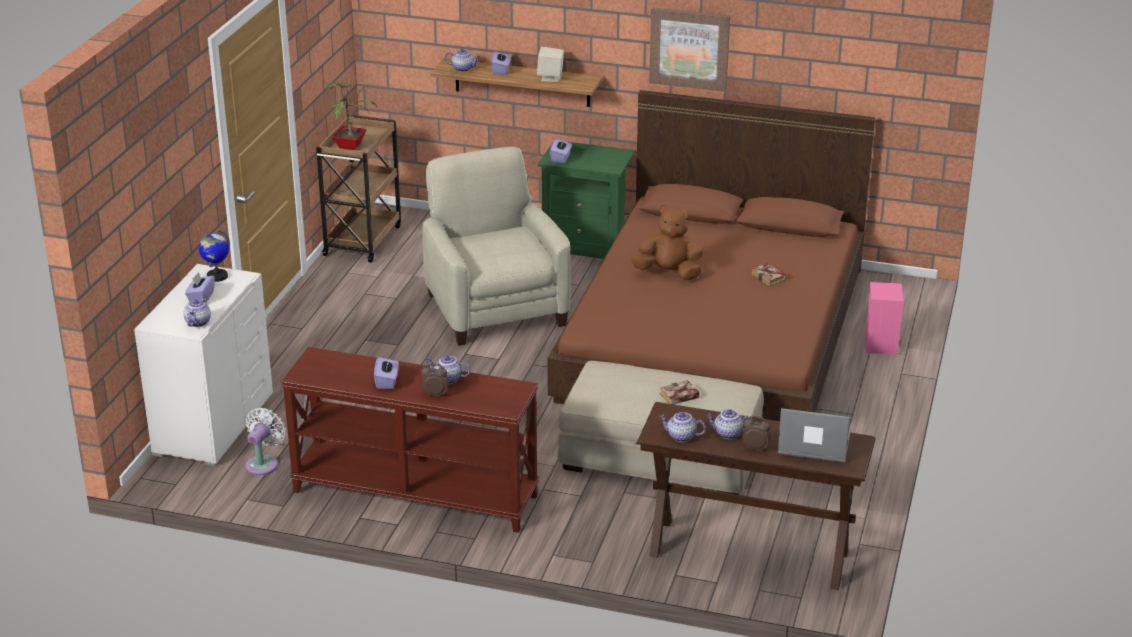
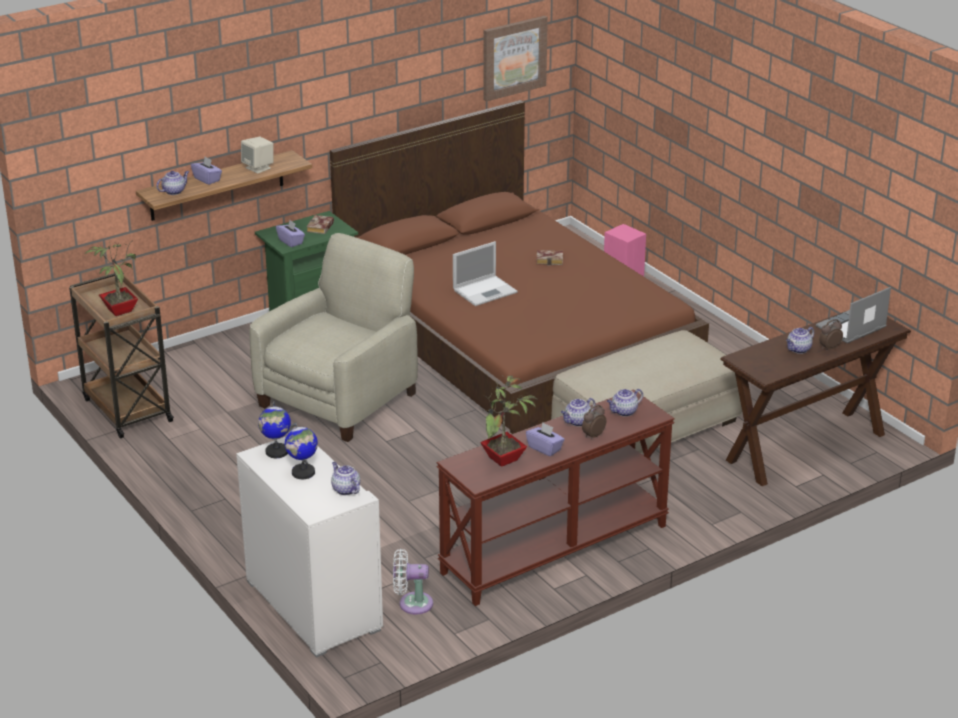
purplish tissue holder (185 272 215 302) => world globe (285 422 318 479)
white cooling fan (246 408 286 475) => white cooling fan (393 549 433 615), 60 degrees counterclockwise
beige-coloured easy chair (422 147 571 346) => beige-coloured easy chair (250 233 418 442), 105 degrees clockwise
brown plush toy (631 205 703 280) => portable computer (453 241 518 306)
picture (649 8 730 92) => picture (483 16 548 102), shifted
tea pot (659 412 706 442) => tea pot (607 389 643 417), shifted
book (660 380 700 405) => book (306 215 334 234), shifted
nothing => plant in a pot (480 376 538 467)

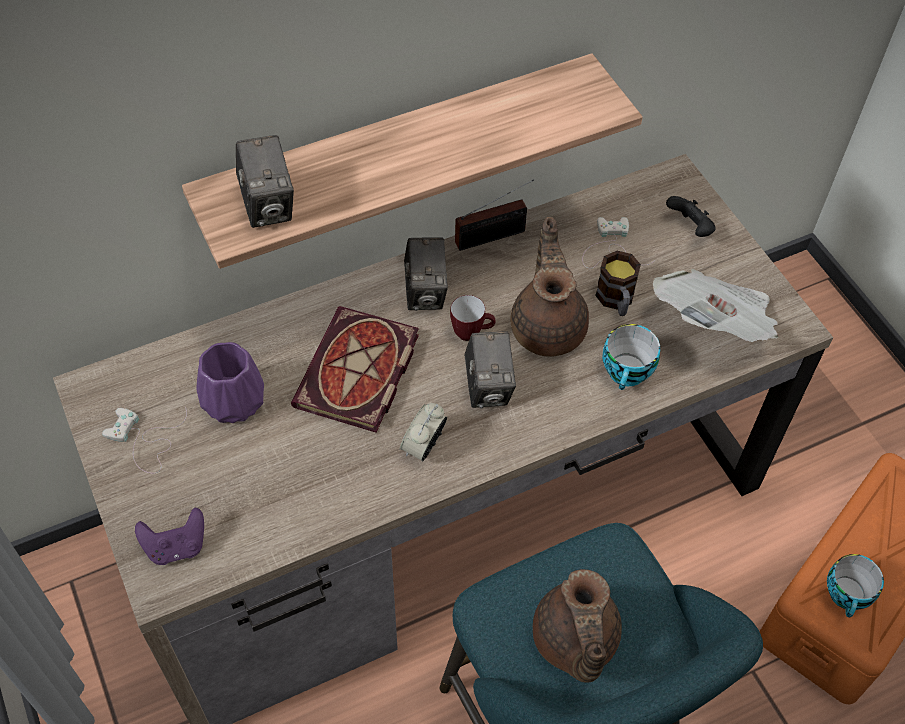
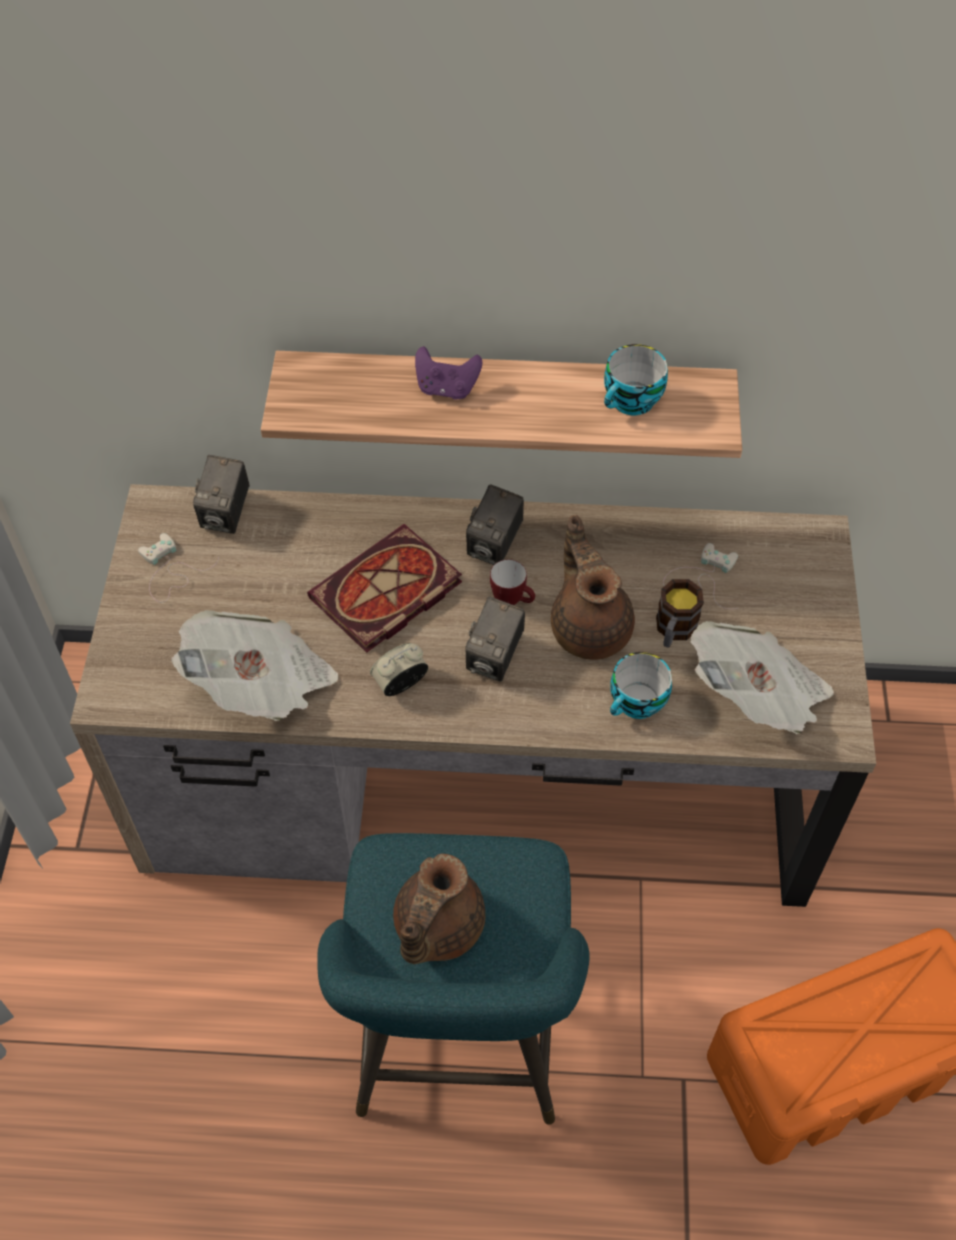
purplish joypad (135 508 204 565) => purplish joypad (415 346 482 399), shifted
purplish decorative vase (196 342 264 423) => nothing
photo camera (236 135 294 228) => photo camera (193 455 250 534), shifted
radio receiver (455 179 534 251) => nothing
brown tea pot (510 217 589 357) => brown tea pot (551 515 635 660), 45 degrees counterclockwise
black joypad (666 196 716 237) => nothing
small cup (827 554 884 618) => small cup (604 344 668 415), shifted
nothing => newspaper (171 610 338 721)

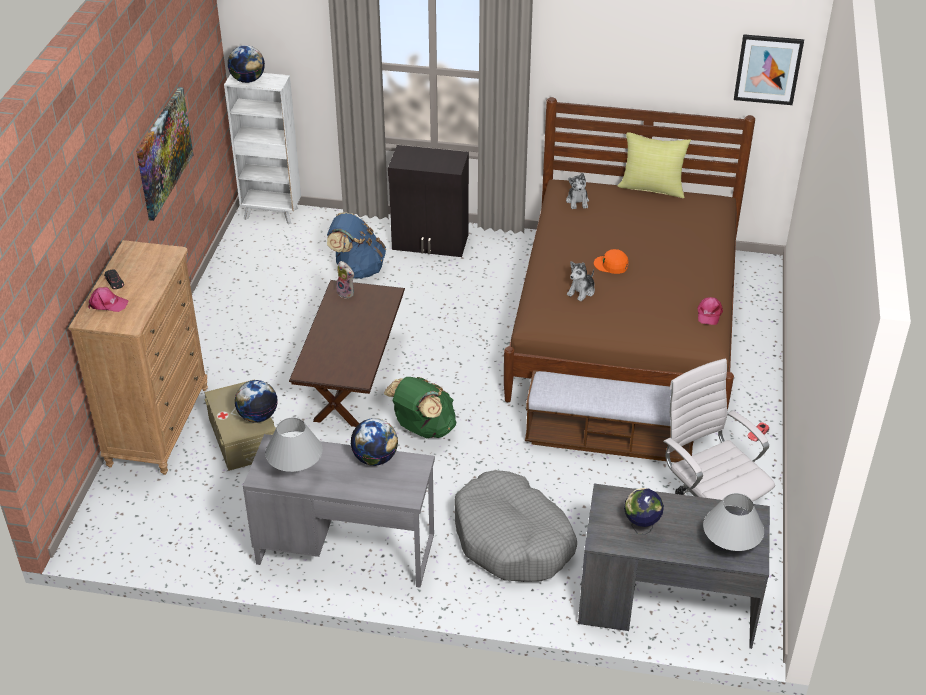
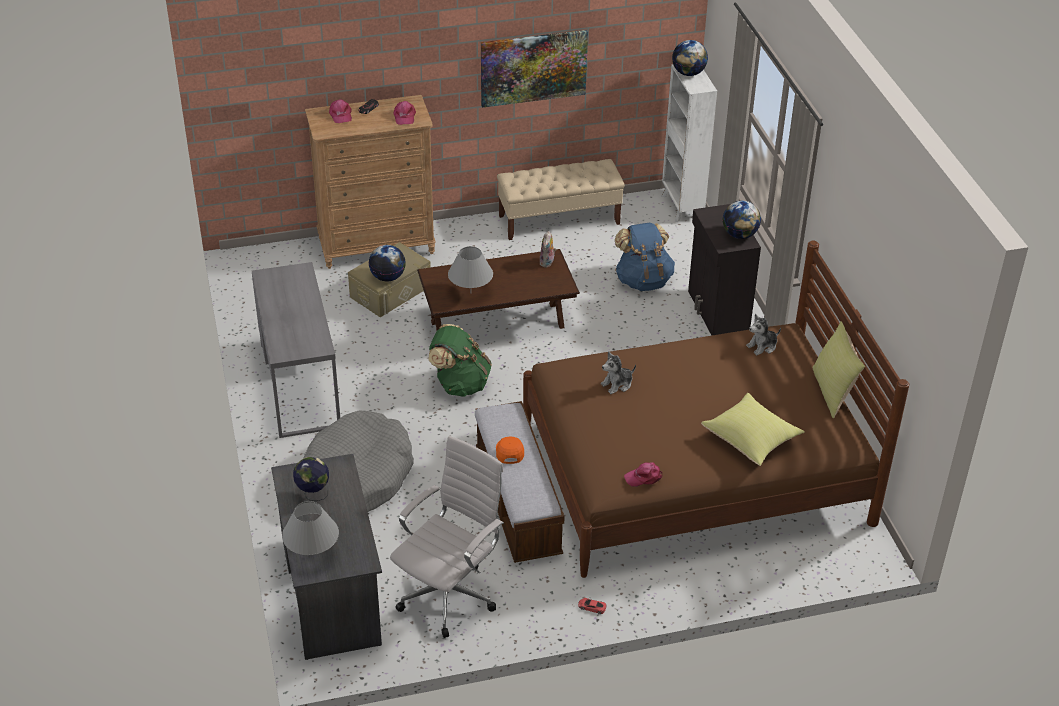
greyish lamp for a table (265 418 323 473) => greyish lamp for a table (448 246 493 293), shifted
world globe (350 418 398 466) => world globe (723 201 761 239), shifted
plush toy (567 261 595 302) => plush toy (601 351 636 394), 45 degrees counterclockwise
orange-coloured baseball cap (594 249 628 274) => orange-coloured baseball cap (496 436 524 464), shifted
picture (734 34 804 105) => nothing
nothing => pink-coloured baseball cap (393 101 416 125)
nothing => beige-coloured bench (497 159 625 240)
nothing => yellowish throw pillow (701 393 805 466)

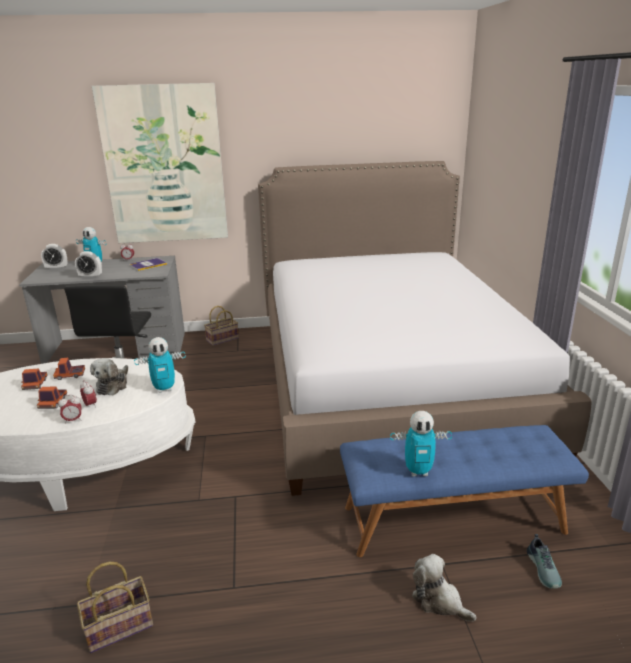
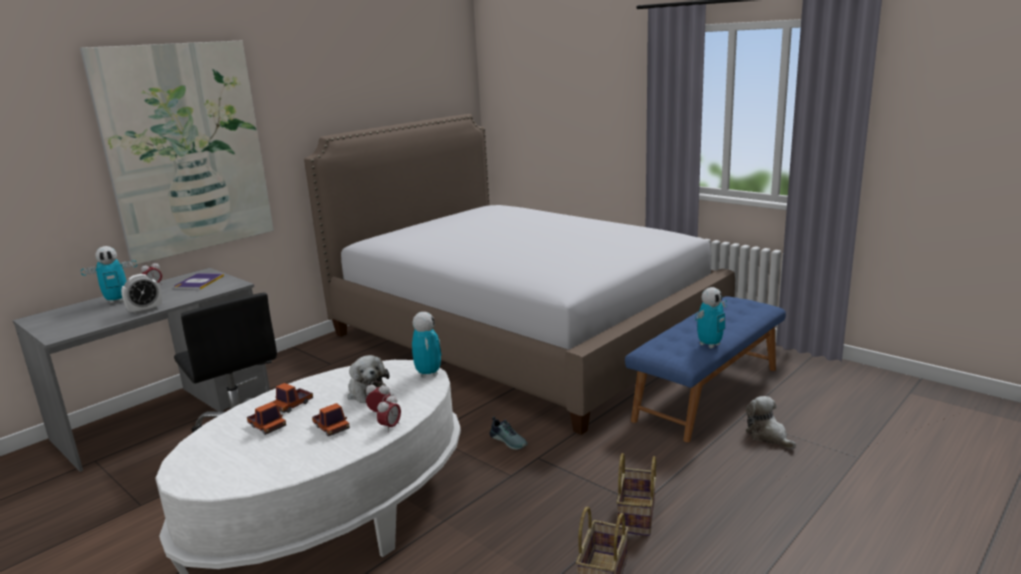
bedside clock (41 244 67 270) => nothing
toy robot (134 337 186 393) => toy robot (412 312 442 378), 45 degrees counterclockwise
household basket (204 306 239 346) => household basket (616 453 656 536), shifted
plush toy (412 554 477 621) => plush toy (746 396 796 449), 60 degrees clockwise
low shoe (527 534 562 589) => low shoe (490 417 528 450), shifted

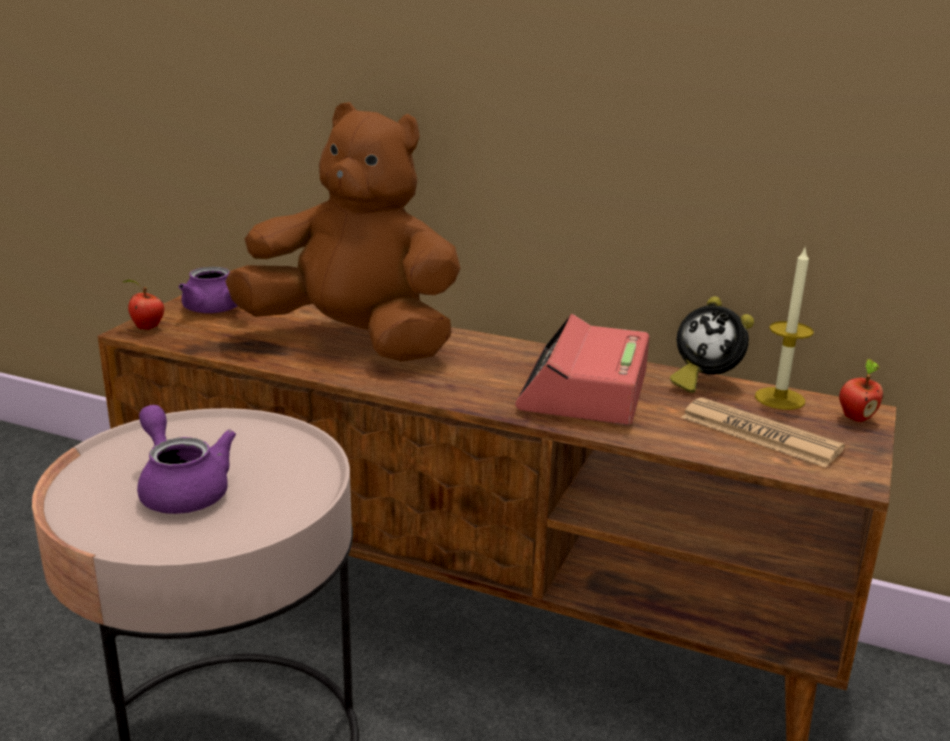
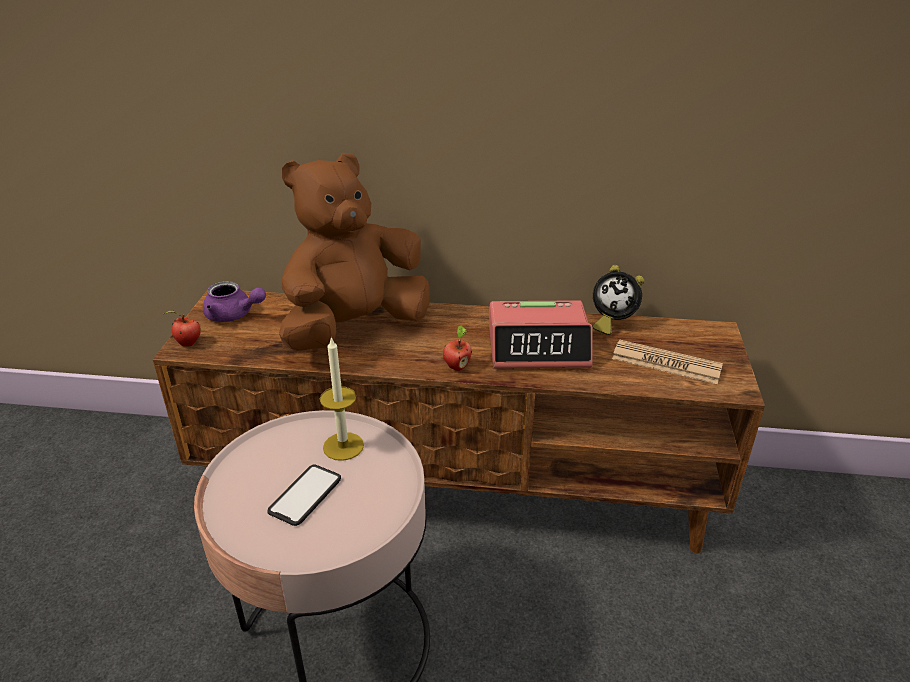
purplish tea pot (137 405 236 514) => phone (267 464 341 526)
brown plush toy (225 102 460 362) => brown plush toy (279 153 430 351), 45 degrees counterclockwise
bedside clock (515 314 649 425) => bedside clock (489 300 592 369), 90 degrees counterclockwise
wax light (755 246 814 410) => wax light (320 336 364 461), shifted
apple (839 359 883 422) => apple (443 325 472 371), shifted

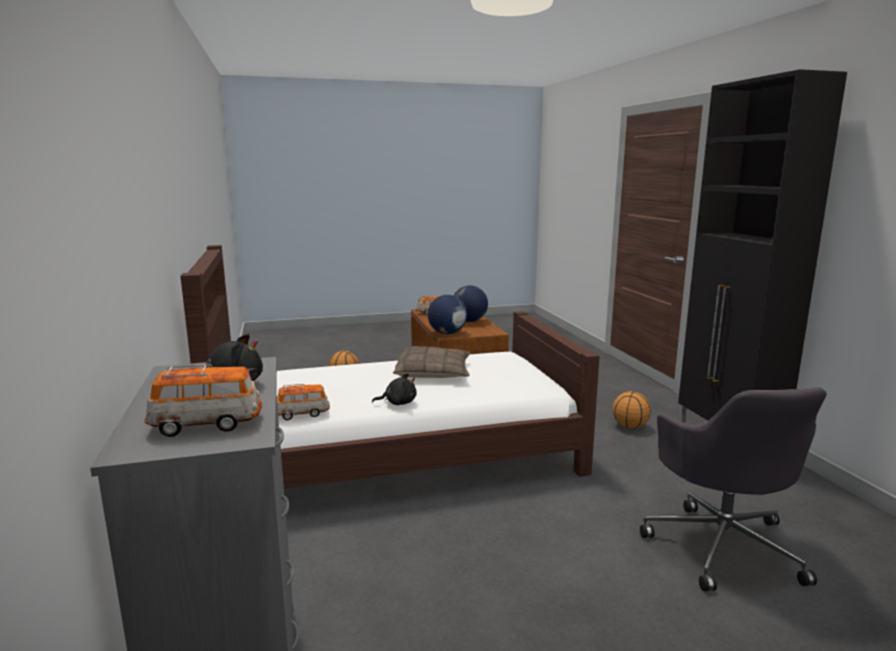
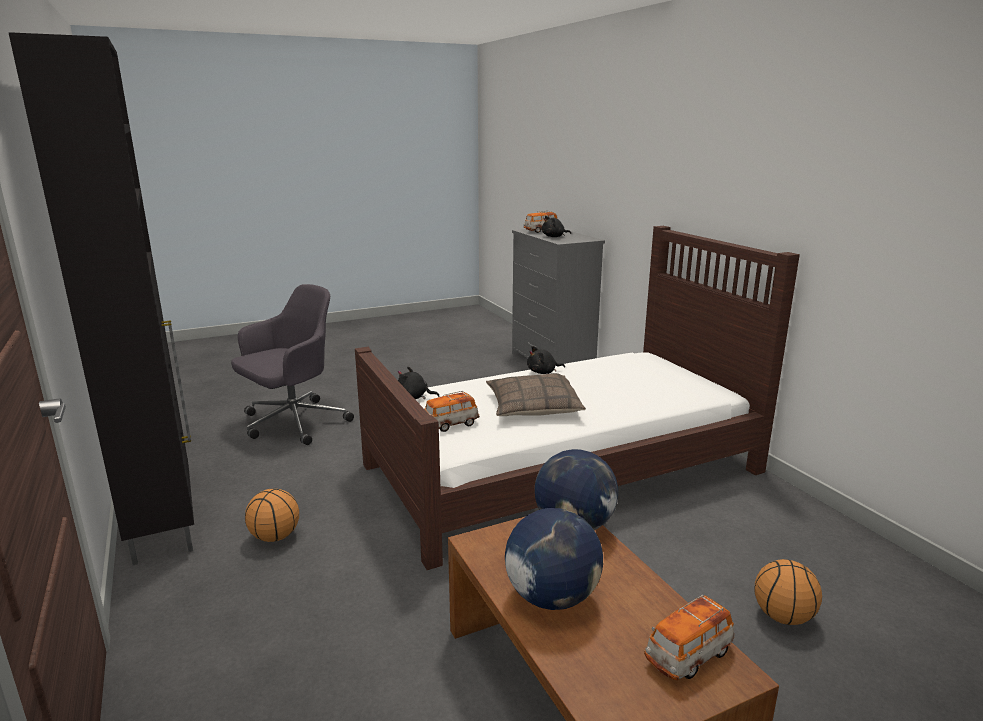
model car (277 384 330 420) => model car (424 391 479 432), shifted
greyish desk chair (640 387 827 591) => greyish desk chair (231 284 354 445), 60 degrees clockwise
nothing => black plush toy (398 367 440 399)

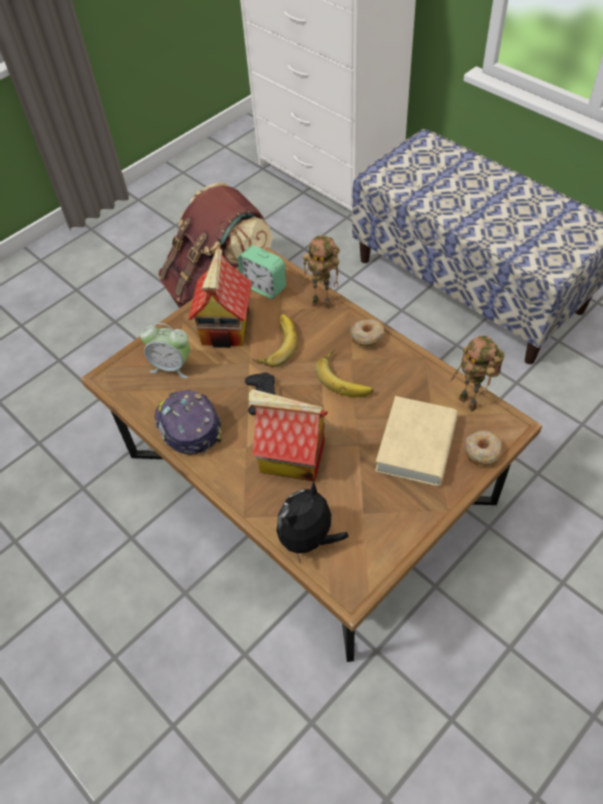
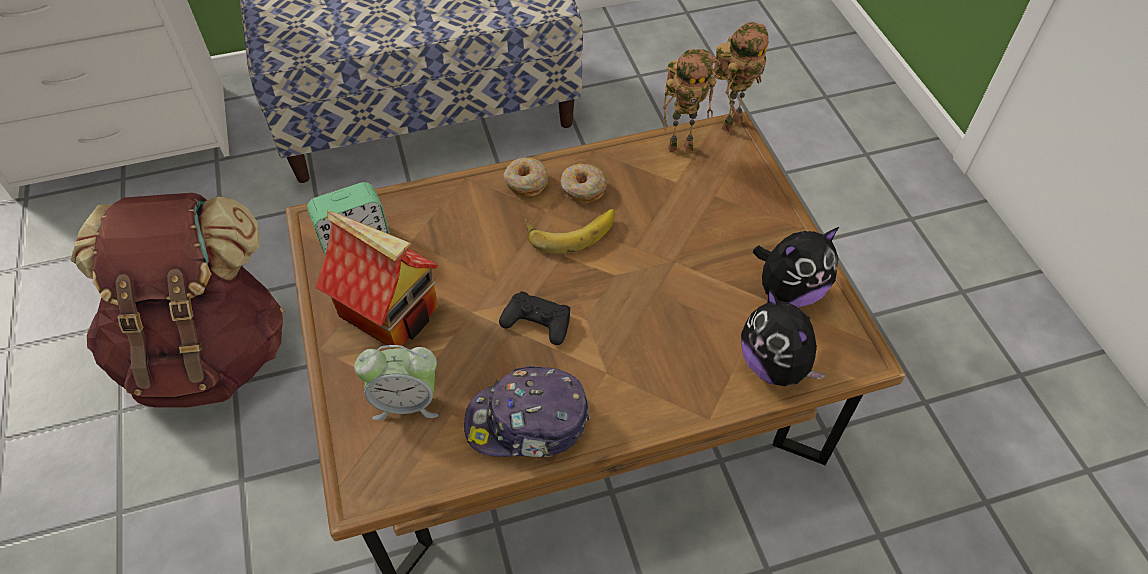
bedside clock (140 323 190 378) => bedside clock (354 345 438 420), 45 degrees clockwise
toy house (249 389 328 482) => nothing
whole banana (253 314 298 367) => nothing
toy robot (303 236 340 309) => toy robot (713 22 768 132), shifted
beige-coloured book (375 396 458 486) => nothing
ring doughnut (465 431 502 467) => ring doughnut (560 164 607 203), shifted
nothing => plush toy (753 227 839 307)

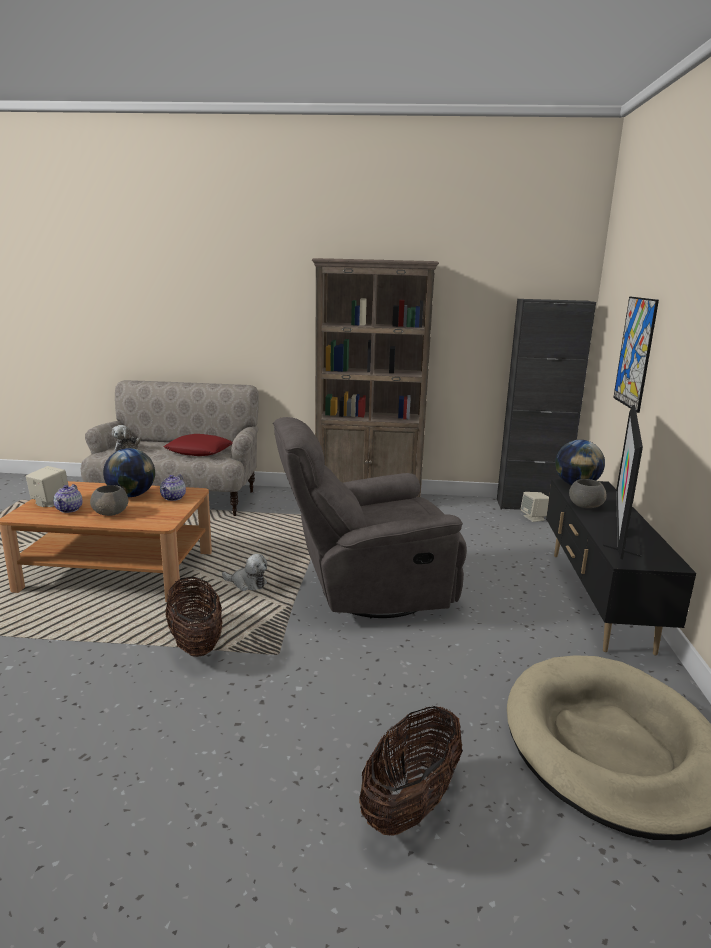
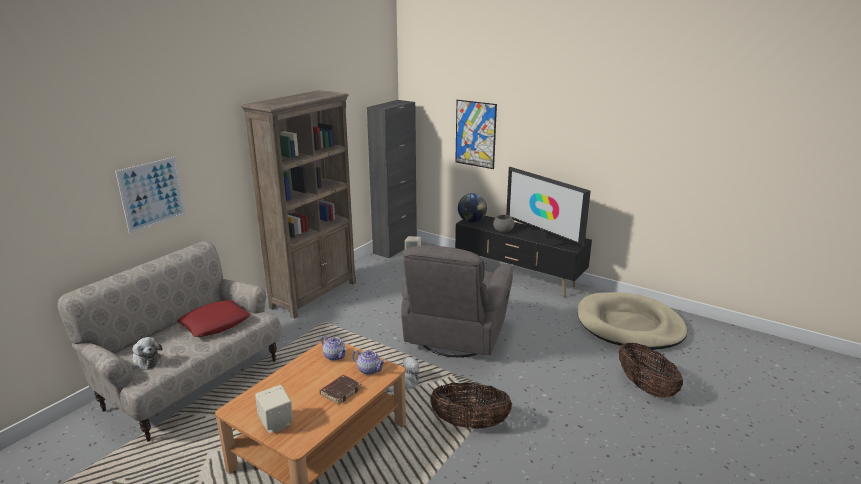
tea pot (53 484 83 513) => tea pot (352 350 386 375), shifted
greyish serving bowl (90 485 128 516) => brown book (320 375 362 405)
world globe (103 448 155 497) => nothing
nothing => picture (115 157 185 233)

